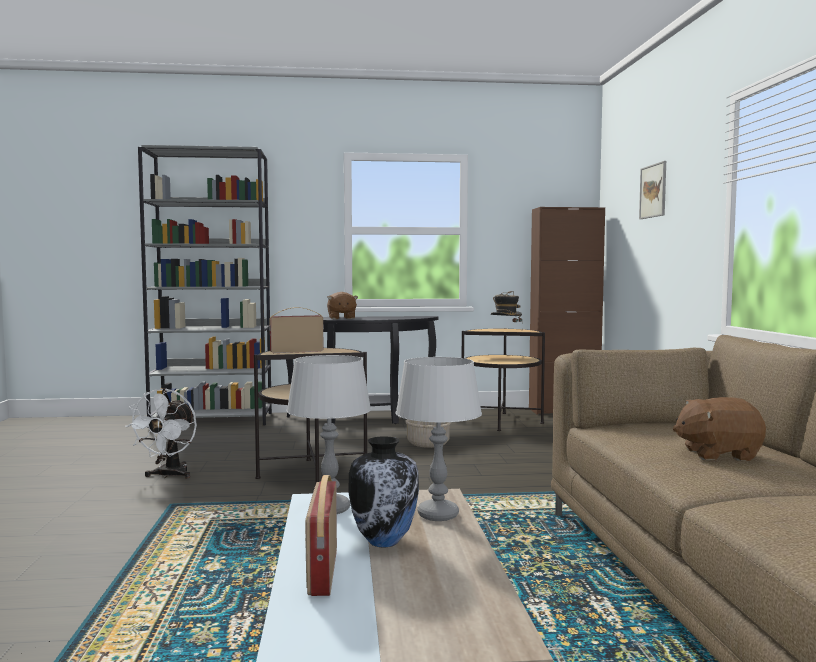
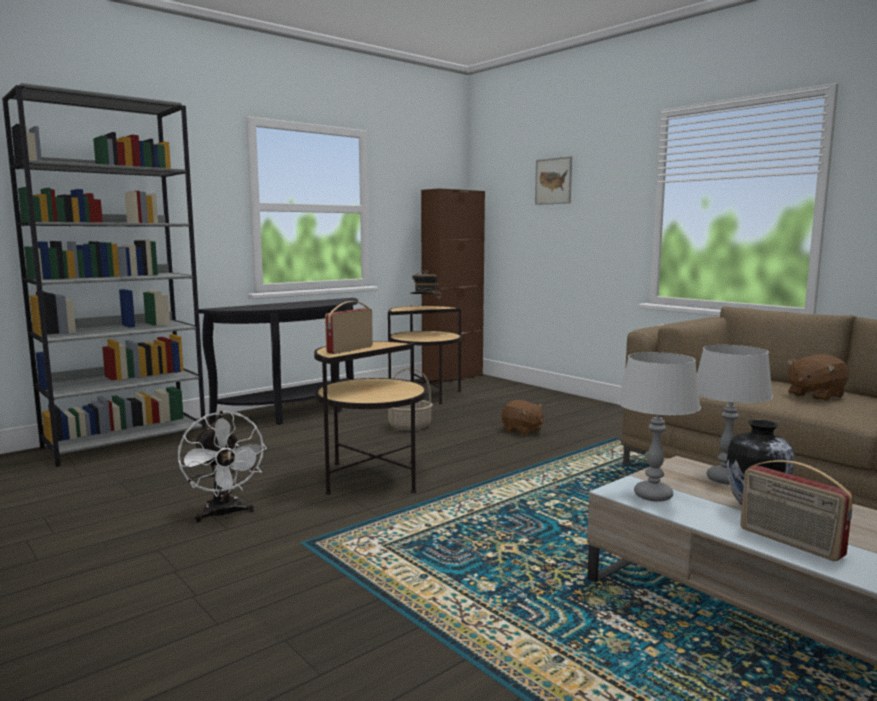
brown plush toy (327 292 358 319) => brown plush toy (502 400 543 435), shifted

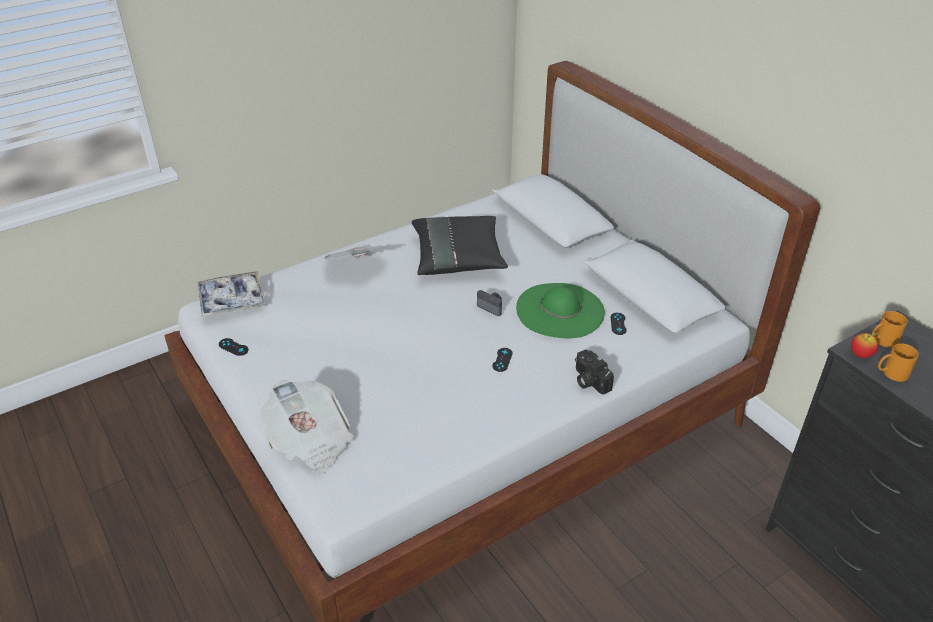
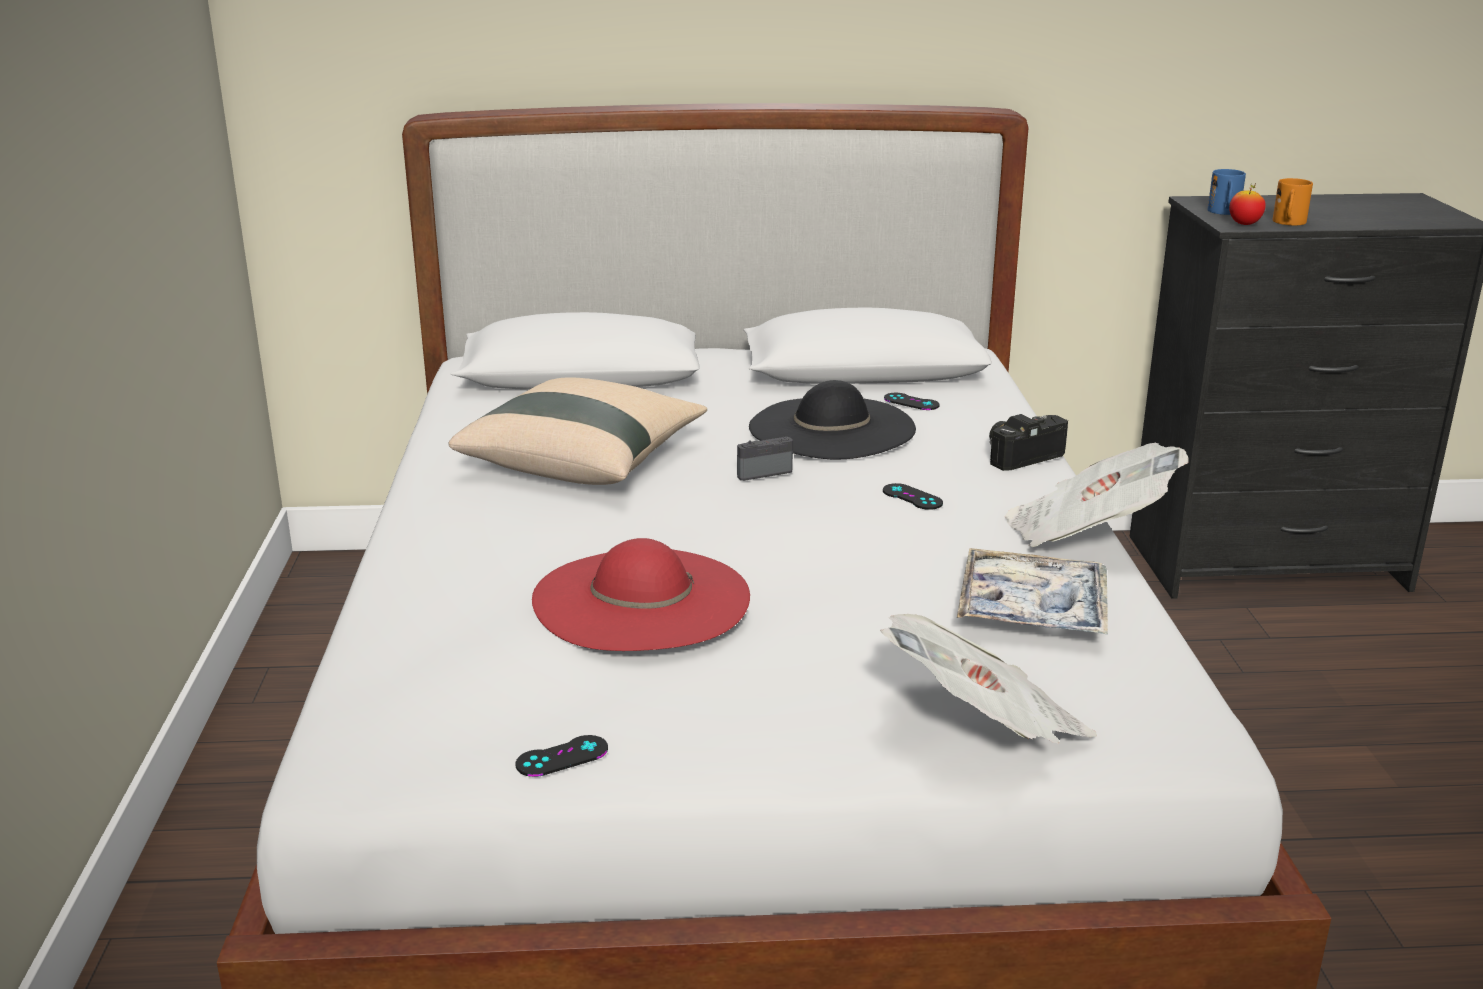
carrying tray (198 271 265 317) => carrying tray (957 548 1108 635), shifted
newspaper (324 244 389 260) => newspaper (1005 442 1189 547), shifted
black throw pillow (412 216 508 275) => beige-coloured throw pillow (449 377 707 485)
green wearable hat (516 283 605 338) => black wearable hat (749 380 916 459)
photo camera (575 349 614 395) => photo camera (989 414 1068 471), 150 degrees clockwise
orange-coloured tea mug (872 311 908 348) => blue-coloured tea mug (1208 169 1246 215)
nothing => reddish wearable hat (532 538 750 651)

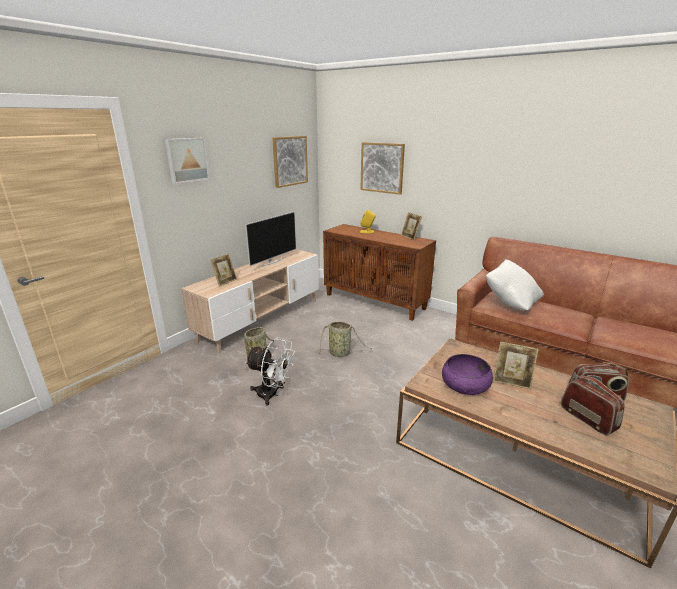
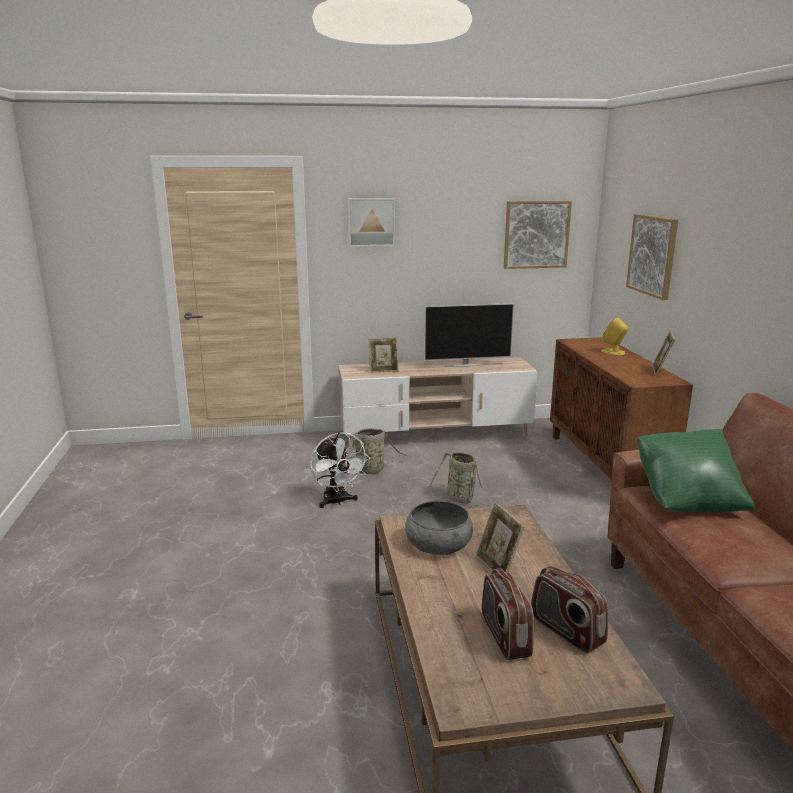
purplish serving bowl (442 354 493 395) => greyish serving bowl (405 501 473 555)
white throw pillow (486 259 544 310) => green throw pillow (637 429 755 512)
radio receiver (561 376 625 435) => radio receiver (482 568 534 660), 150 degrees clockwise

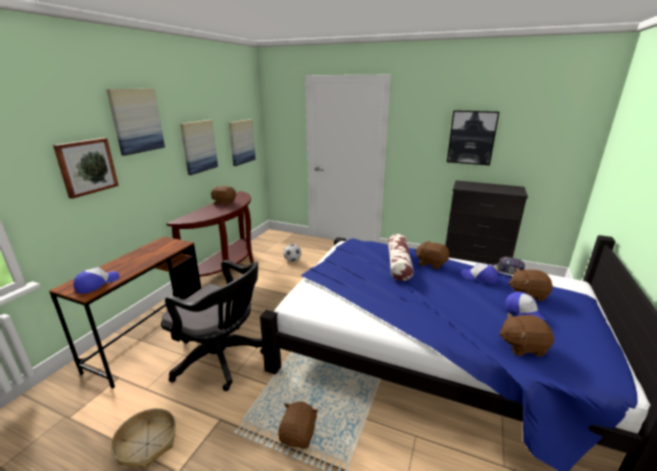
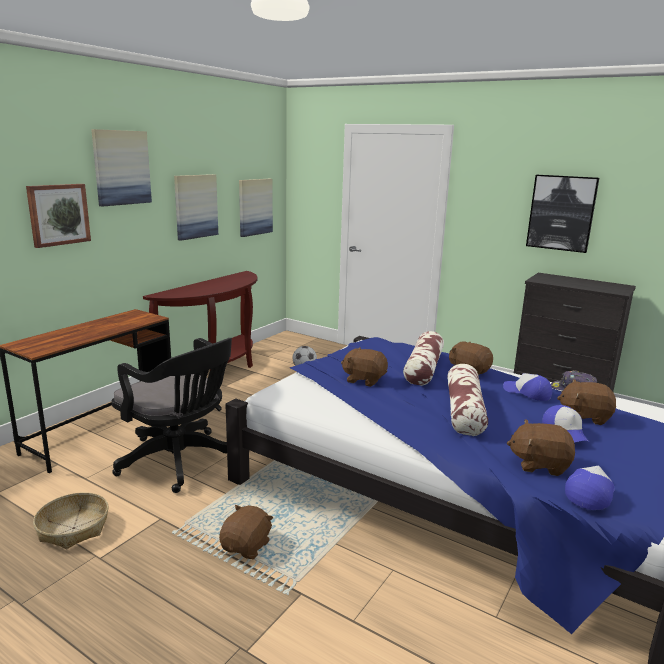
baseball cap (73 267 119 294) => baseball cap (565 466 615 510), shifted
brown plush toy (211 186 236 206) => brown plush toy (341 347 388 387), shifted
nothing => throw pillow (447 364 488 436)

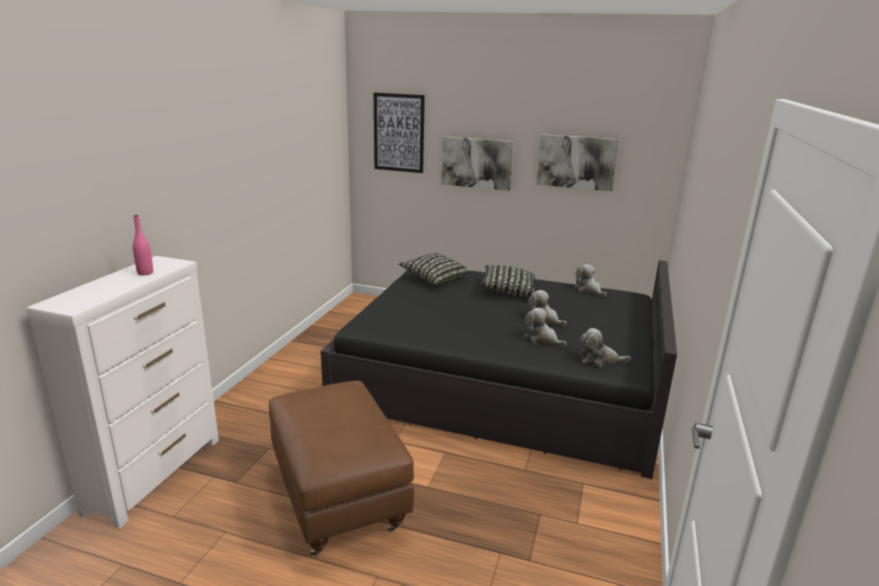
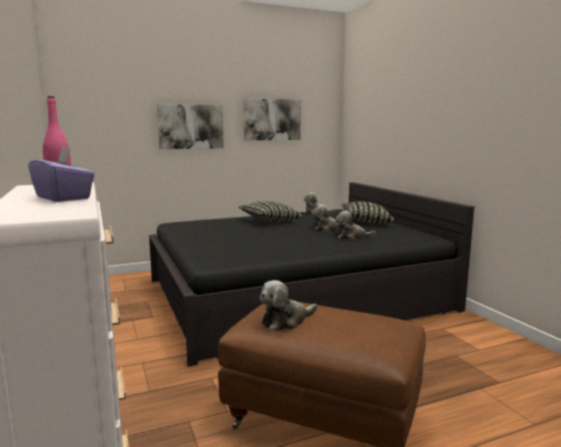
picture (374 93 425 173) => nothing
throw pillow (399 253 471 285) => throw pillow (341 201 394 224), shifted
plush toy (580 328 631 367) => plush toy (260 280 317 331), shifted
nothing => purplish tissue holder (28 147 95 202)

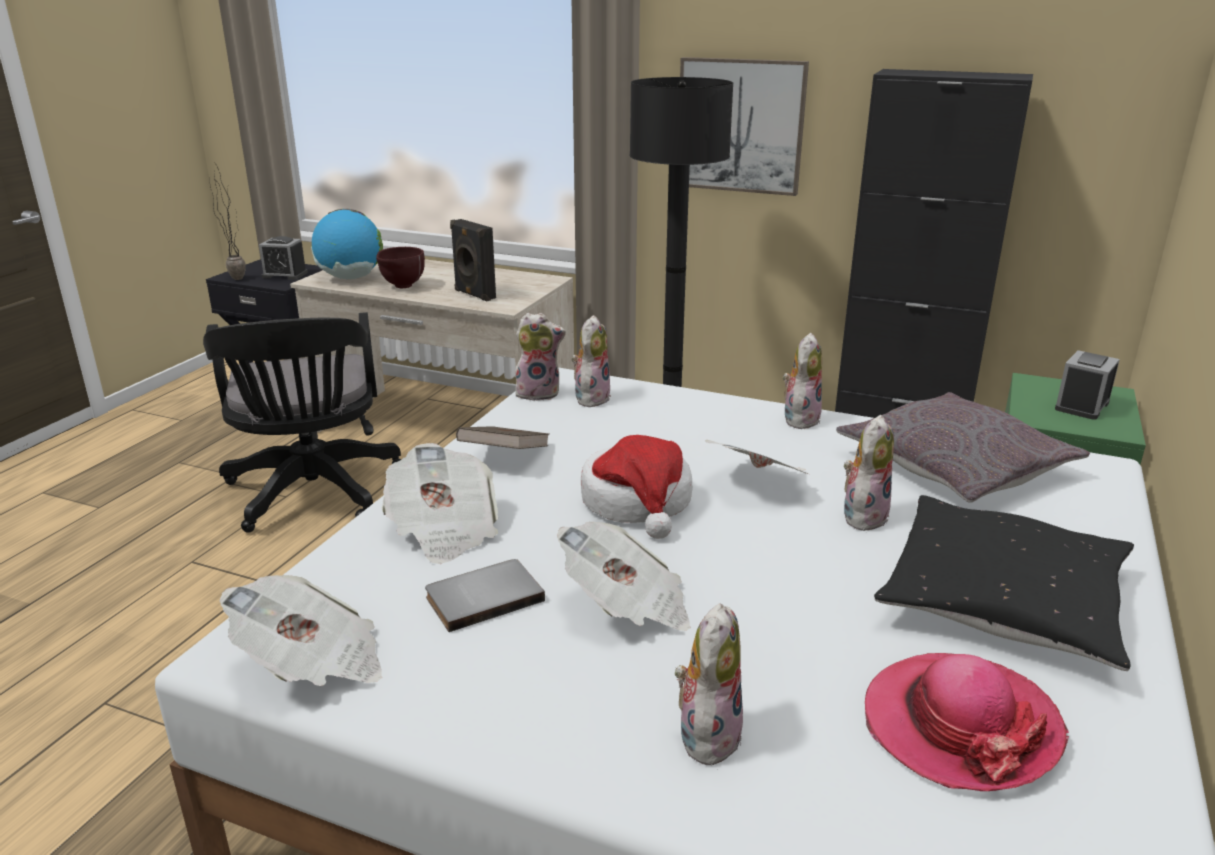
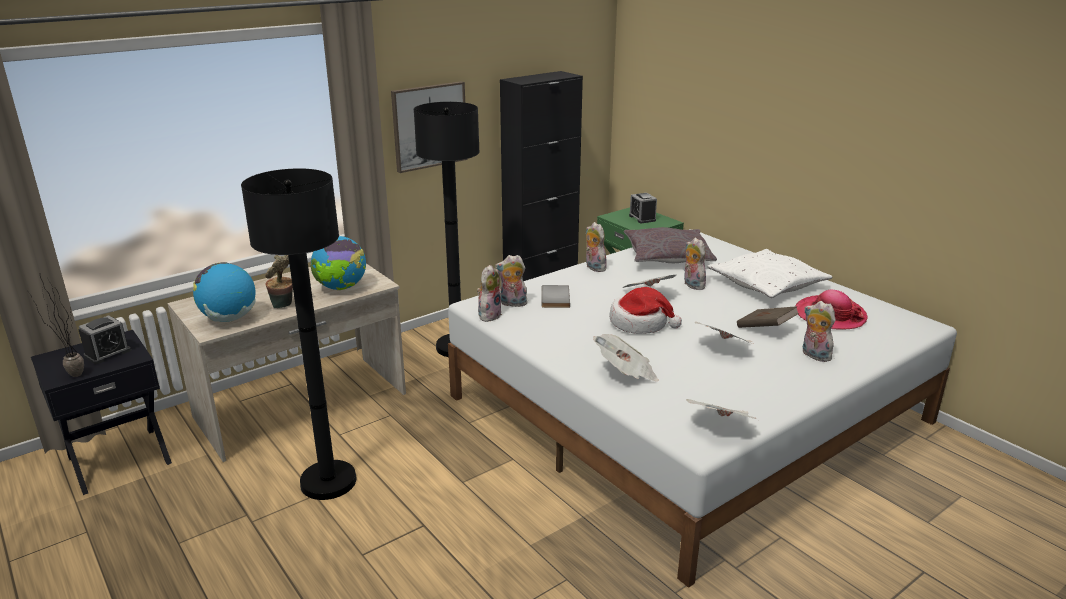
black desk chair (203 312 401 533) => black floor lamp (241 168 356 500)
brown serving bowl (376 247 425 288) => plant in a pot (265 255 293 308)
greyish book (425 559 545 632) => greyish book (542 285 570 308), shifted
black audio speaker (450 219 496 301) => world globe (310 236 366 290)
brown book (456 426 549 449) => brown book (737 306 799 328), shifted
plush toy (572 315 611 408) => plush toy (495 255 527 307), 45 degrees counterclockwise
black throw pillow (874 495 1134 671) => white throw pillow (707 249 833 298)

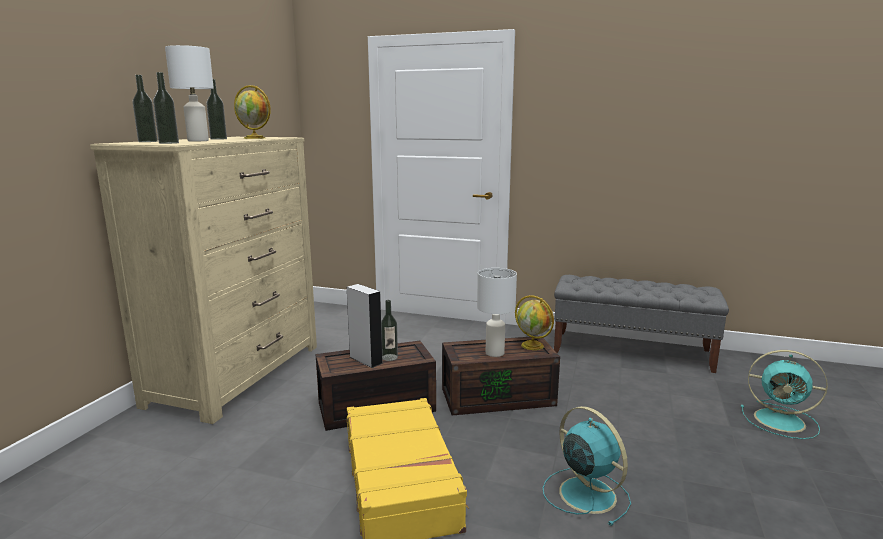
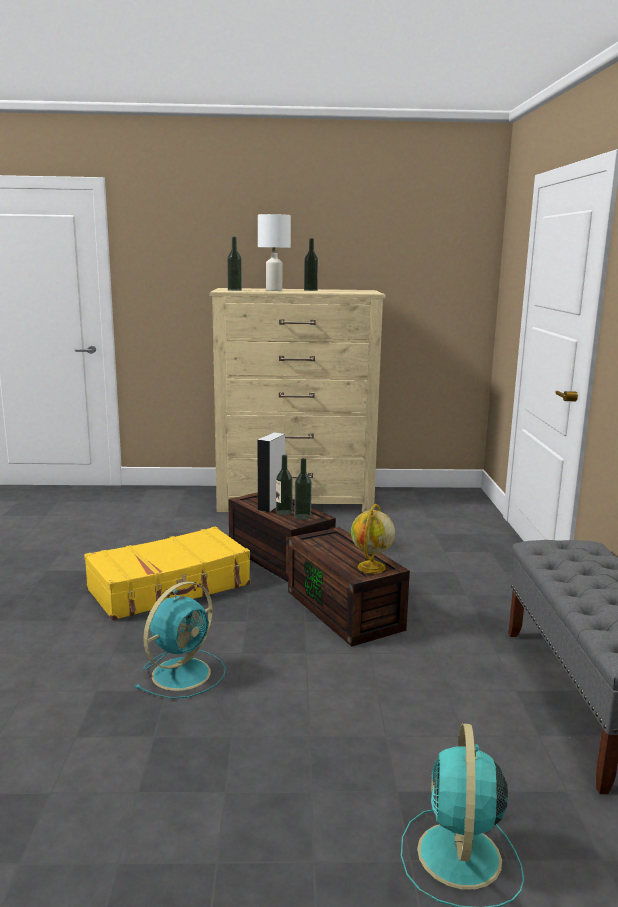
bottle (133 75 158 142) => bottle (294 458 312 520), shifted
world globe (234 85 271 139) => nothing
white lamp for a table (477 268 517 357) => nothing

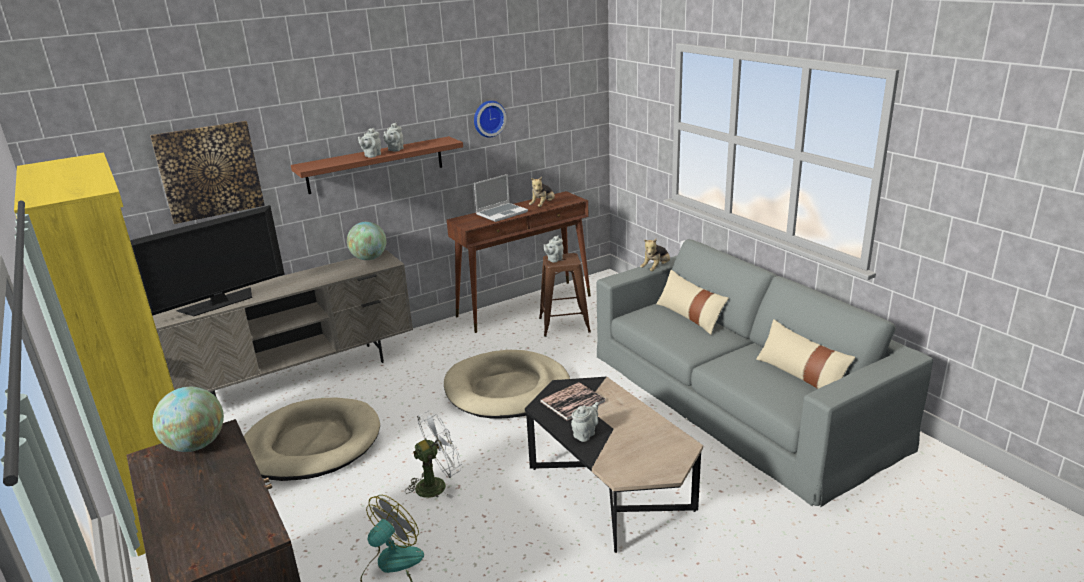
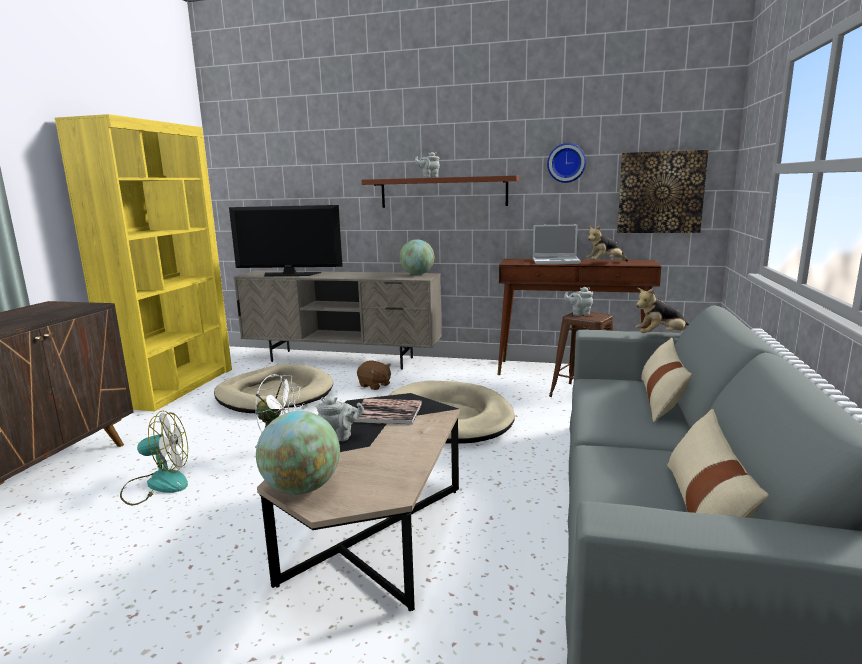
picture (150 121 265 224) => picture (617 150 709 233), shifted
world globe (152 387 224 452) => world globe (256 411 340 495), shifted
greyish tea pot (384 123 404 152) => nothing
nothing => brown plush toy (357 360 391 390)

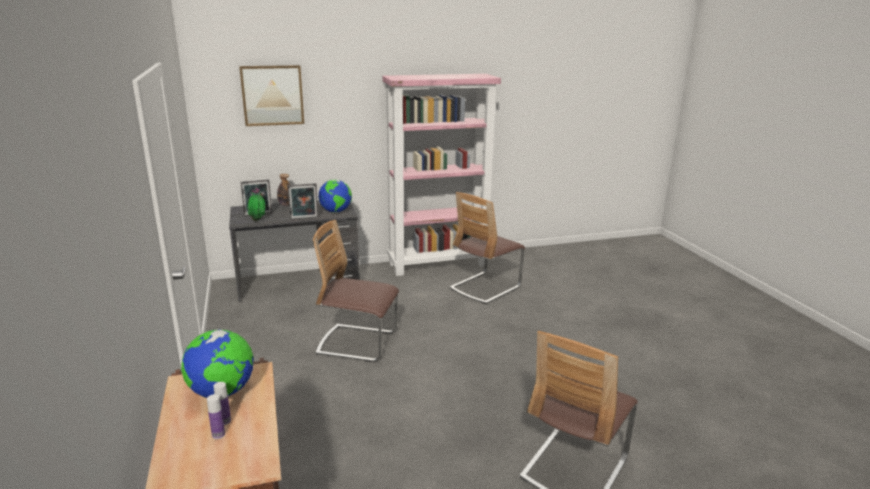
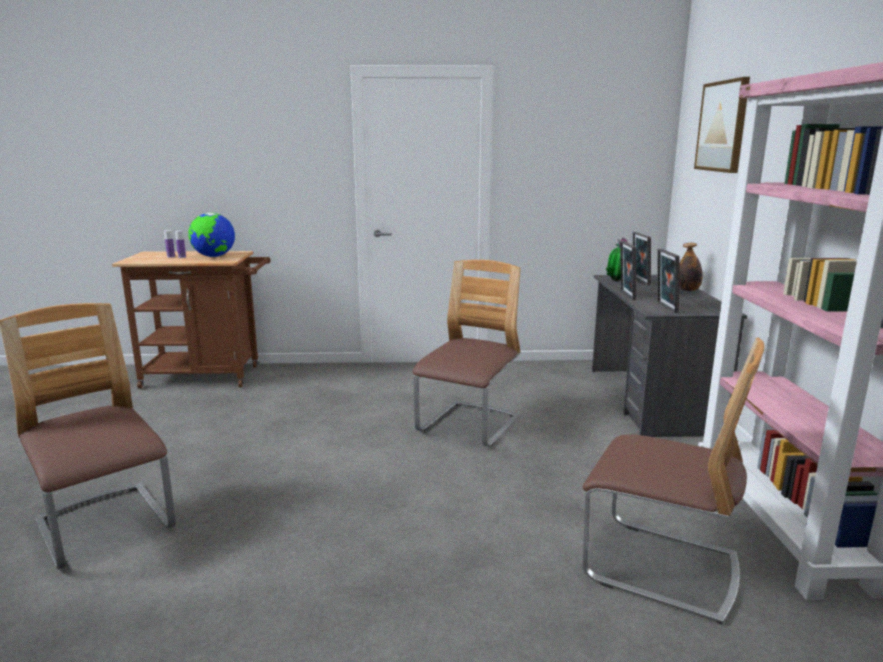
world globe (319 179 352 213) => photo frame (657 249 680 313)
chair (450 192 525 304) => chair (583 338 765 624), 150 degrees clockwise

